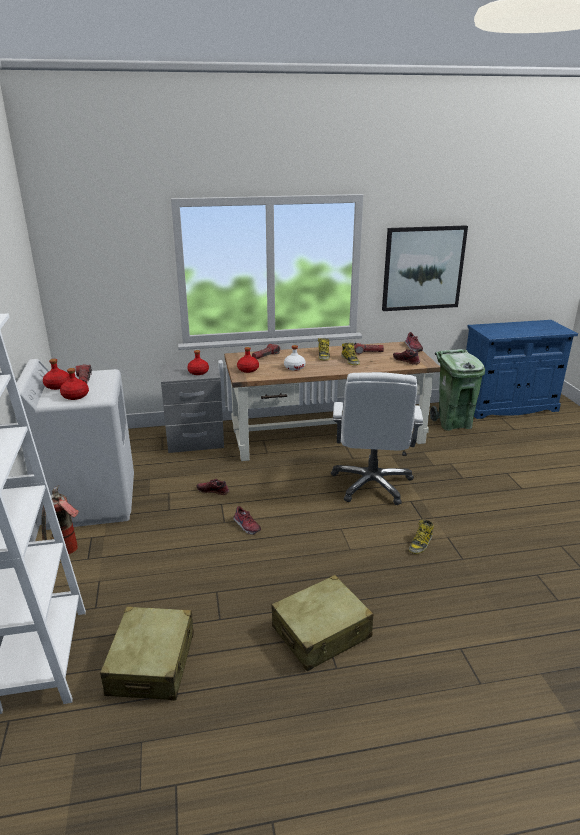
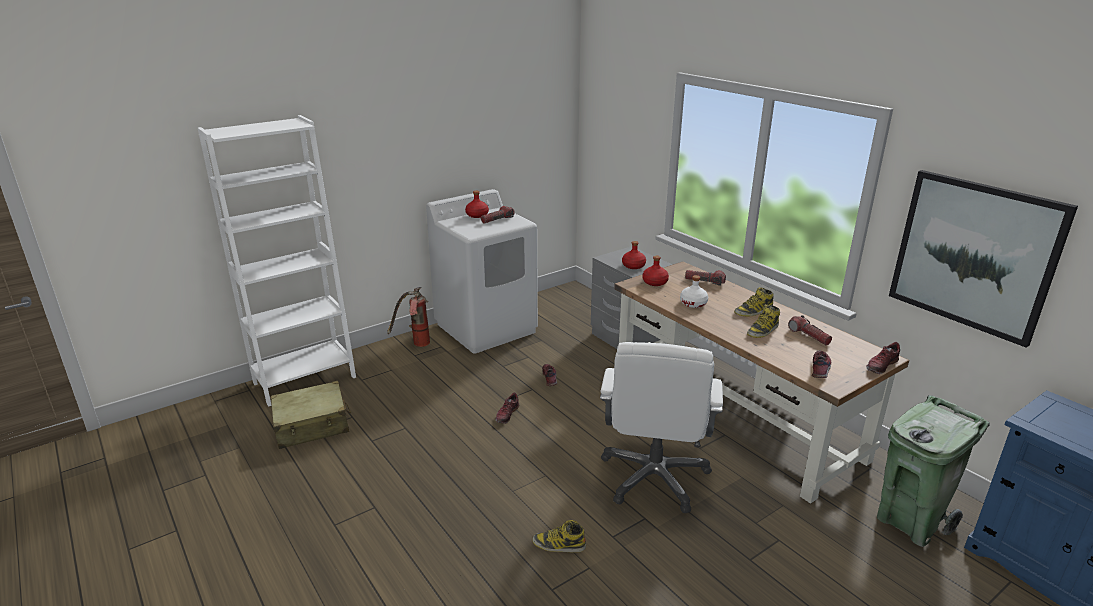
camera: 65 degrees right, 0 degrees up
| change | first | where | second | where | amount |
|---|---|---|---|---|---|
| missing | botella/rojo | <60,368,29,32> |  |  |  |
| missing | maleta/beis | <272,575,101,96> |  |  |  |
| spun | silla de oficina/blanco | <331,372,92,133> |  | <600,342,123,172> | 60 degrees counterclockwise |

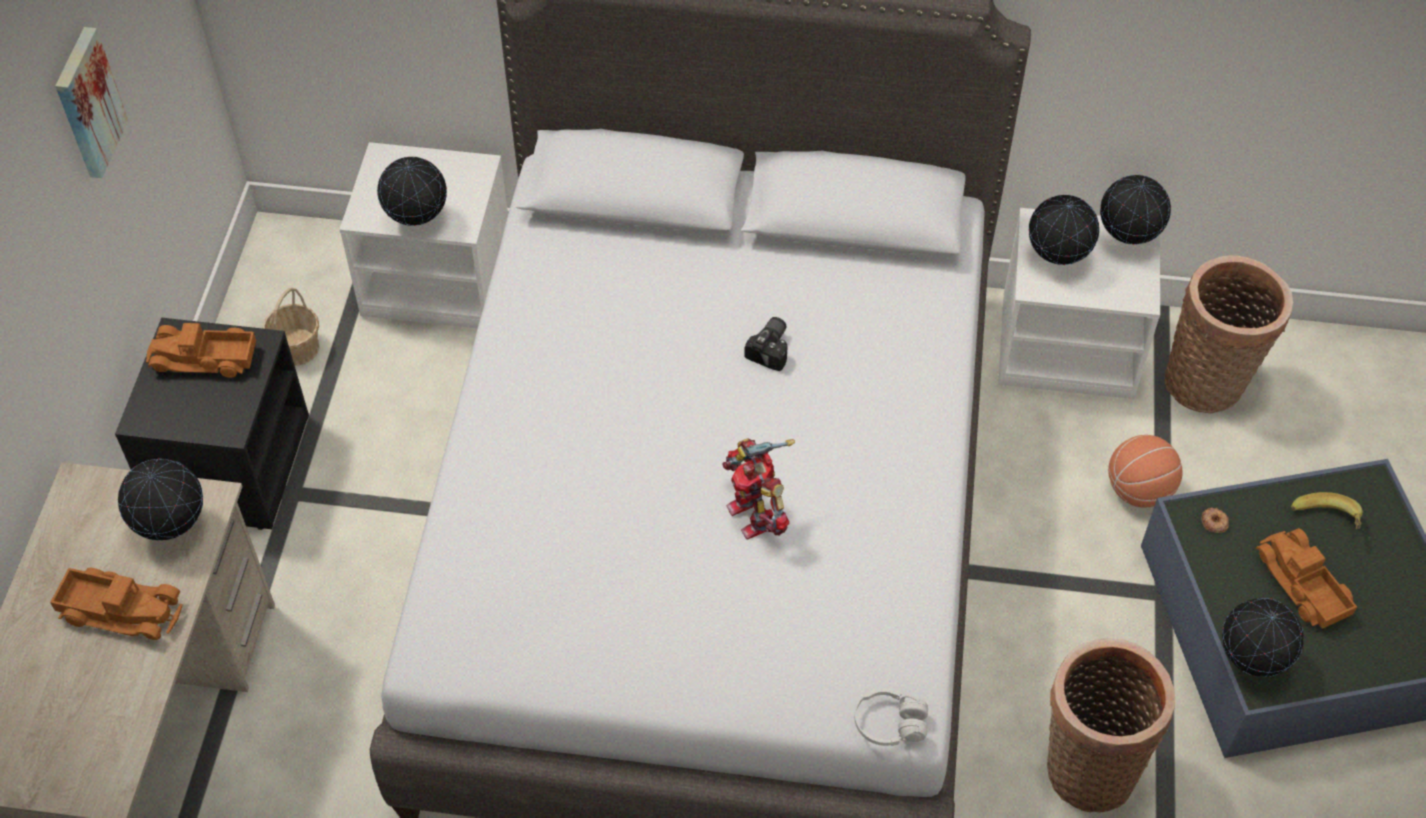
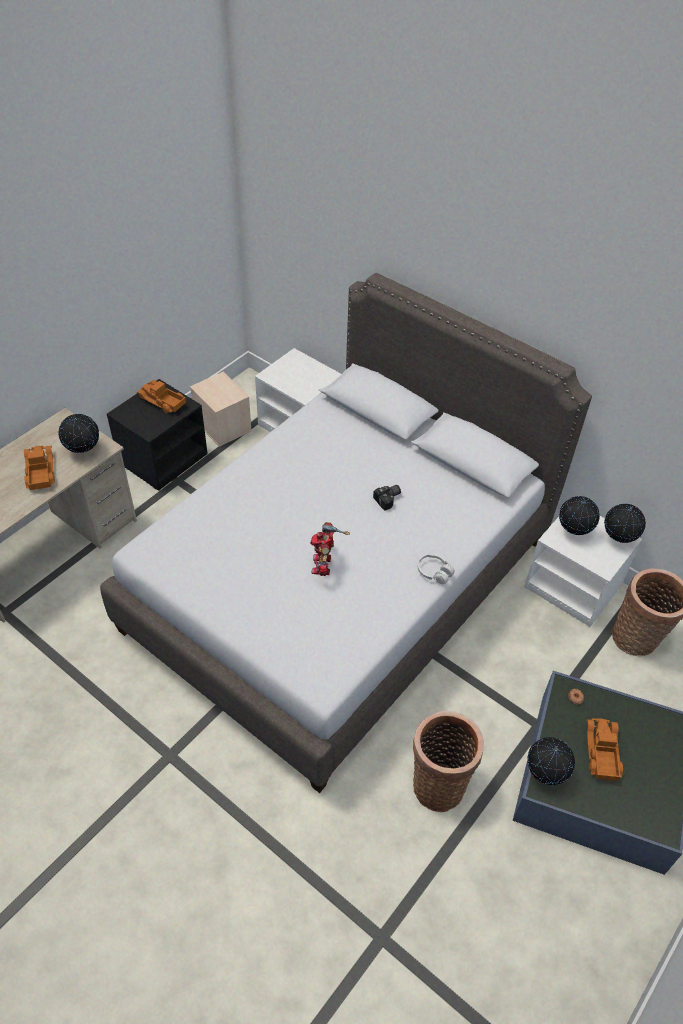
camera: 30 degrees right, 5 degrees down
| change | first | where | second | where | amount |
|---|---|---|---|---|---|
| missing | cuadro | <55,27,73,151> |  |  |  |
| missing | globo terráqueo | <377,157,70,69> |  |  |  |
| missing | balón de baloncesto | <1108,435,75,73> |  |  |  |
| missing | plátano | <1291,492,72,37> |  |  |  |
| relocated | auriculares/blanco | <854,688,74,58> |  | <418,554,37,30> |  |
| exchanged | cesta | <262,288,58,78> | caja de almacenaje/beis | <190,372,62,75> |  |
| spun | camión de juguete | <50,568,133,72> |  | <24,445,31,45> | 150 degrees counterclockwise |

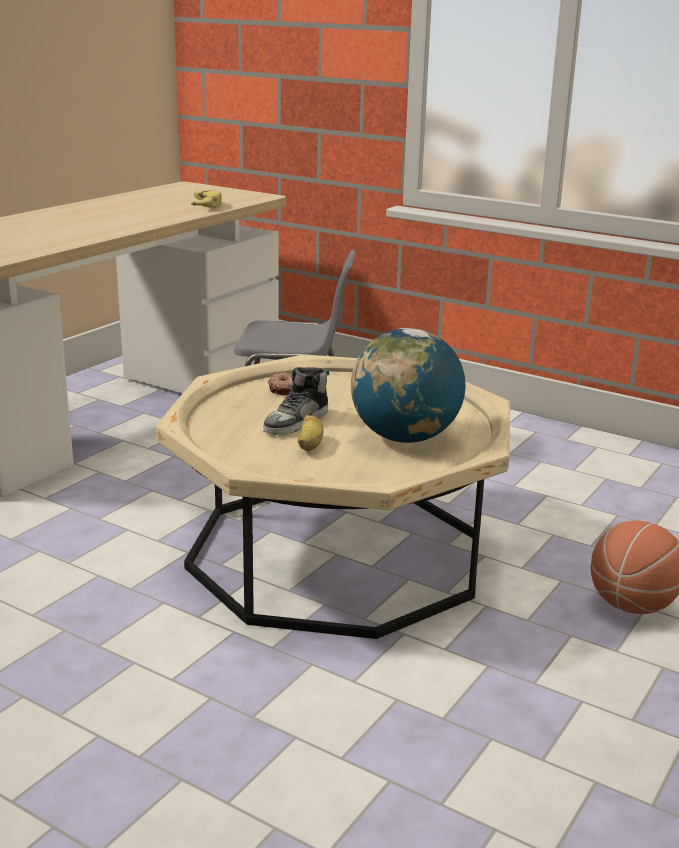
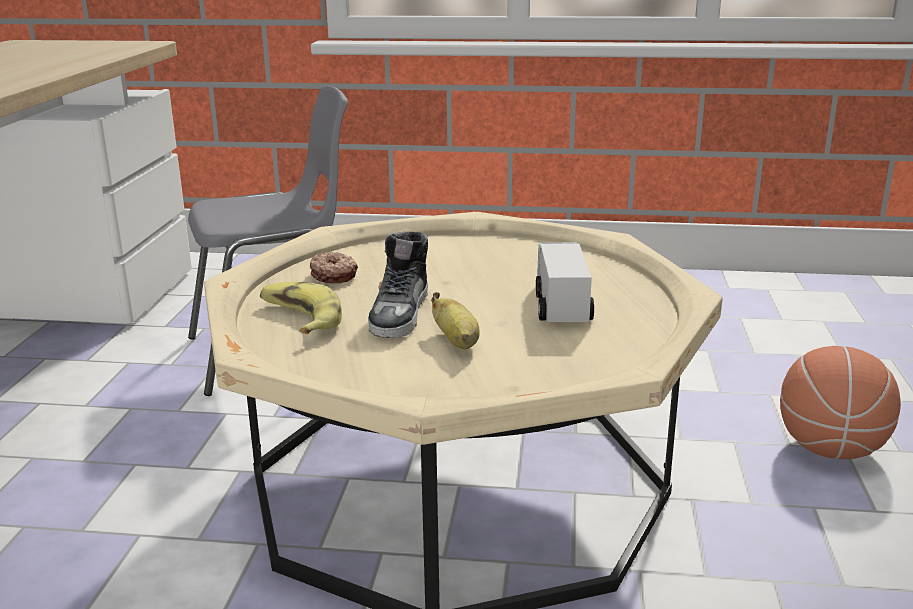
camera: 25 degrees left, 0 degrees up
| change | first | where | second | where | amount |
|---|---|---|---|---|---|
| relocated | plátano | <191,190,30,18> |  | <260,282,82,52> |  |
| exchanged | globo terráqueo | <351,328,114,115> | camión de juguete | <536,243,58,79> |  |

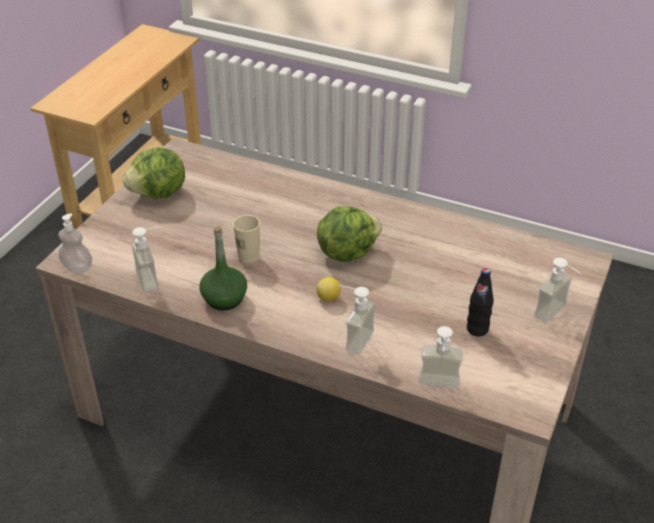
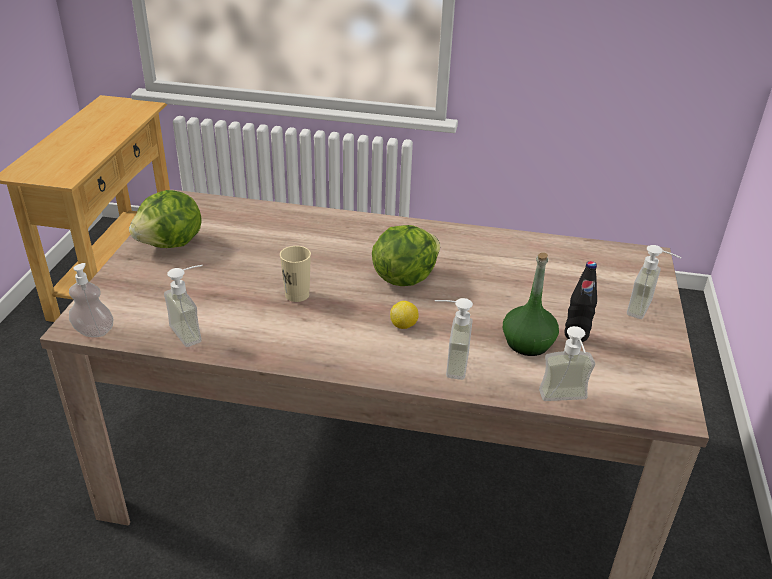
camera: 15 degrees left, 5 degrees down
| change | first | where | second | where | amount |
|---|---|---|---|---|---|
| relocated | botella/verde | <199,226,48,84> |  | <503,253,56,103> |  |

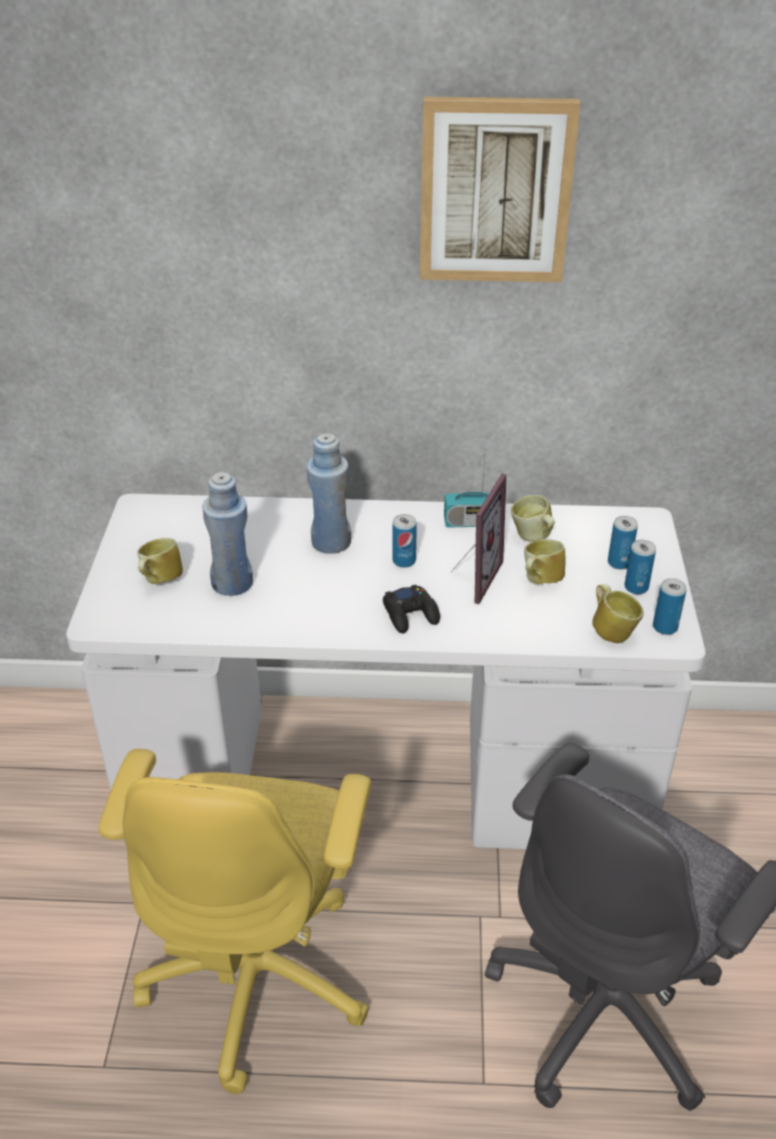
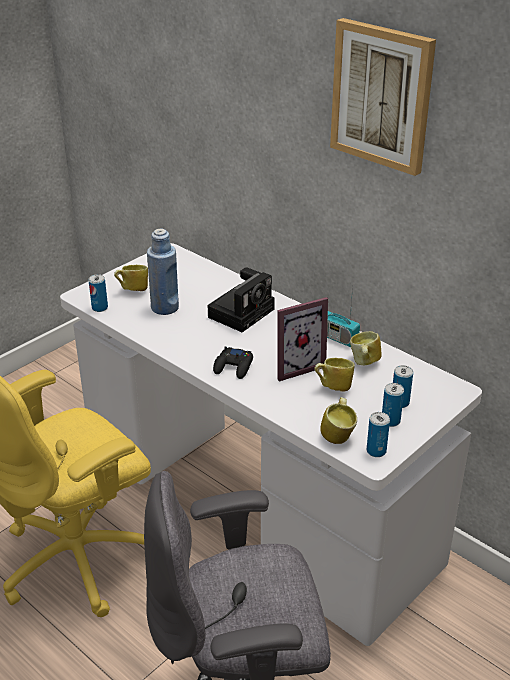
camera: 40 degrees right, 5 degrees down
| change | first | where | second | where | amount |
|---|---|---|---|---|---|
| relocated | lata | <393,514,24,54> |  | <88,274,20,38> |  |
| exchanged | botella/azul | <307,433,44,121> | cámara | <208,268,67,64> |  |

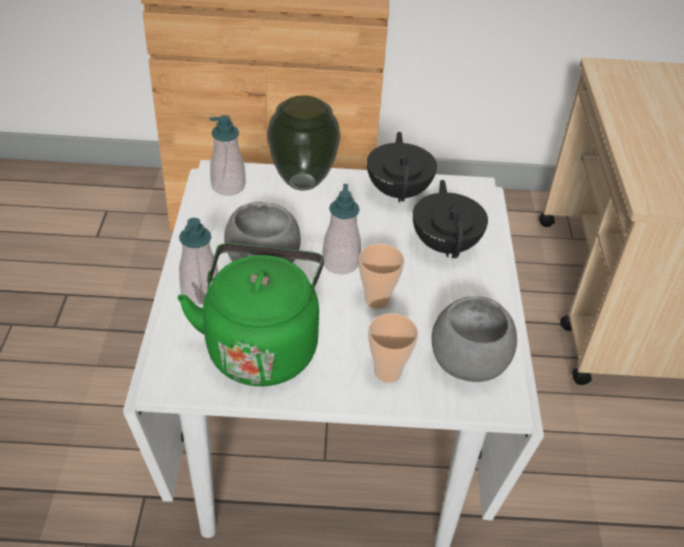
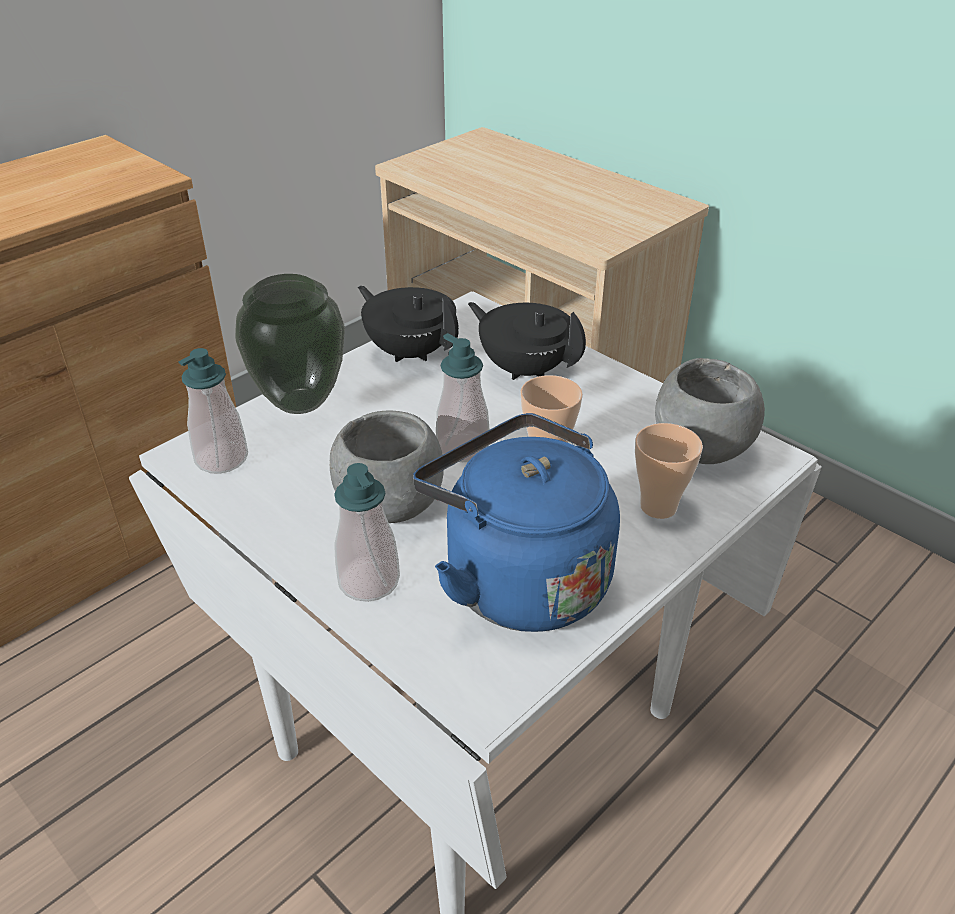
camera: 45 degrees left, 5 degrees down
| change | first | where | second | where | amount |
|---|---|---|---|---|---|
| colour | hervidor/verde | <178,243,146,143> | hervidor/azul | <413,413,207,219> |  |

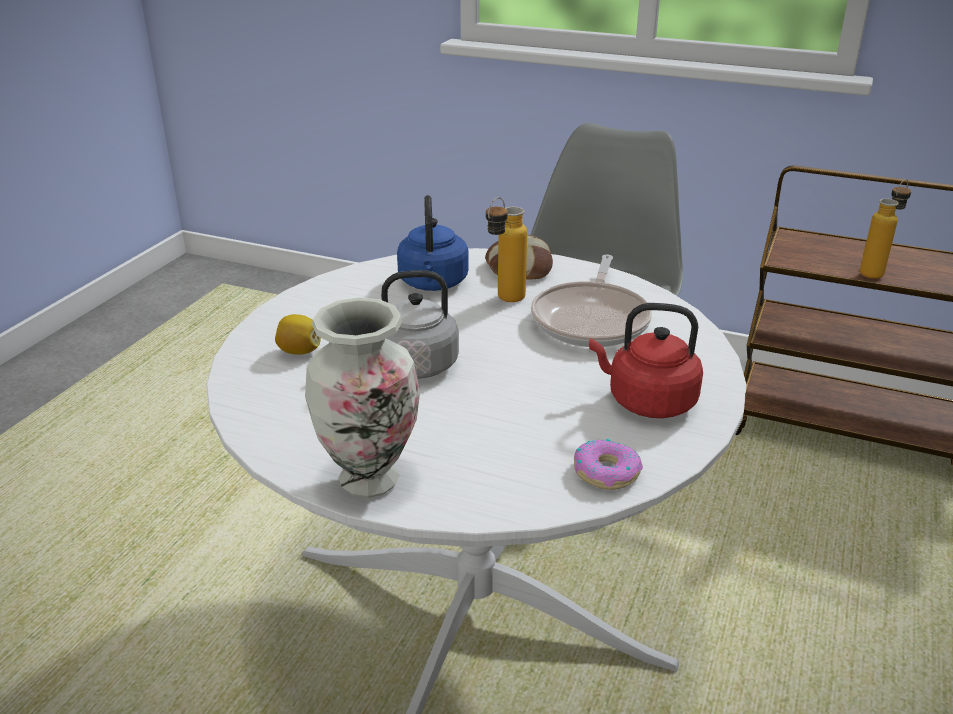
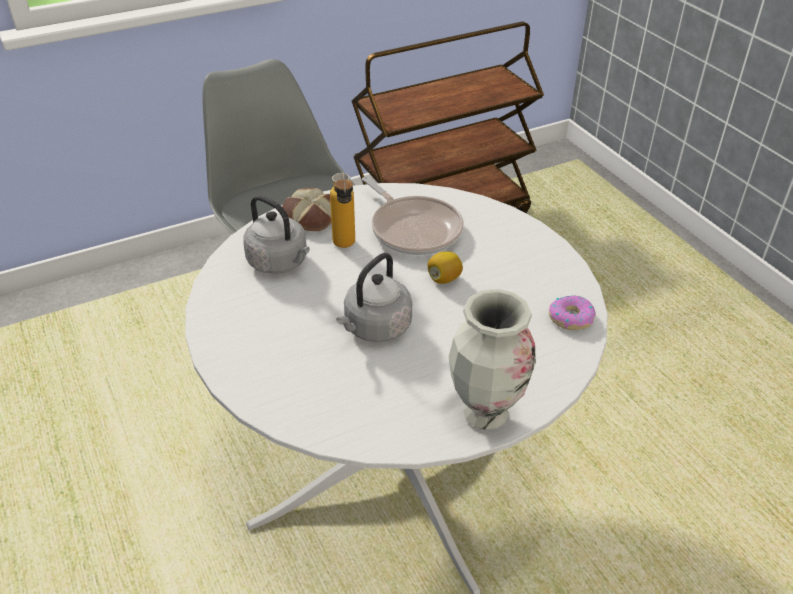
camera: 50 degrees left, 10 degrees up
| change | first | where | second | where | amount |
|---|---|---|---|---|---|
| missing | hervidor/rojo | <589,303,114,115> |  |  |  |
| missing | botella | <860,179,51,100> |  |  |  |
| relocated | limón | <275,314,46,41> |  | <428,251,35,33> |  |
| colour | hervidor/azul | <397,195,72,96> | hervidor/gris | <243,195,67,79> |  |

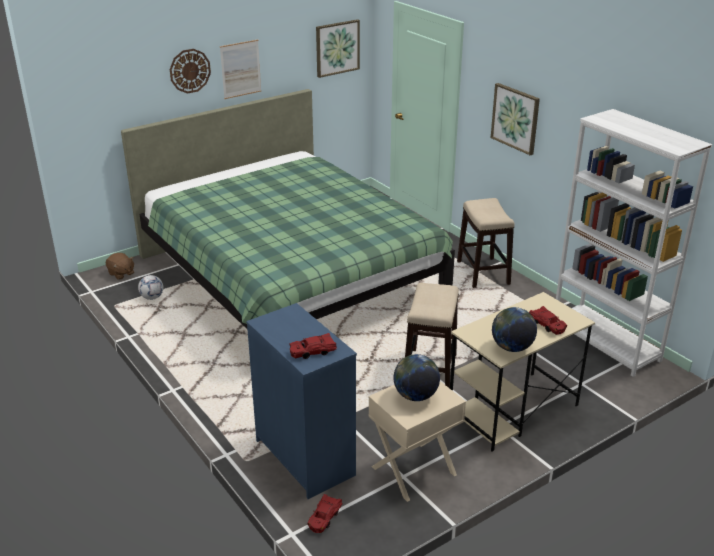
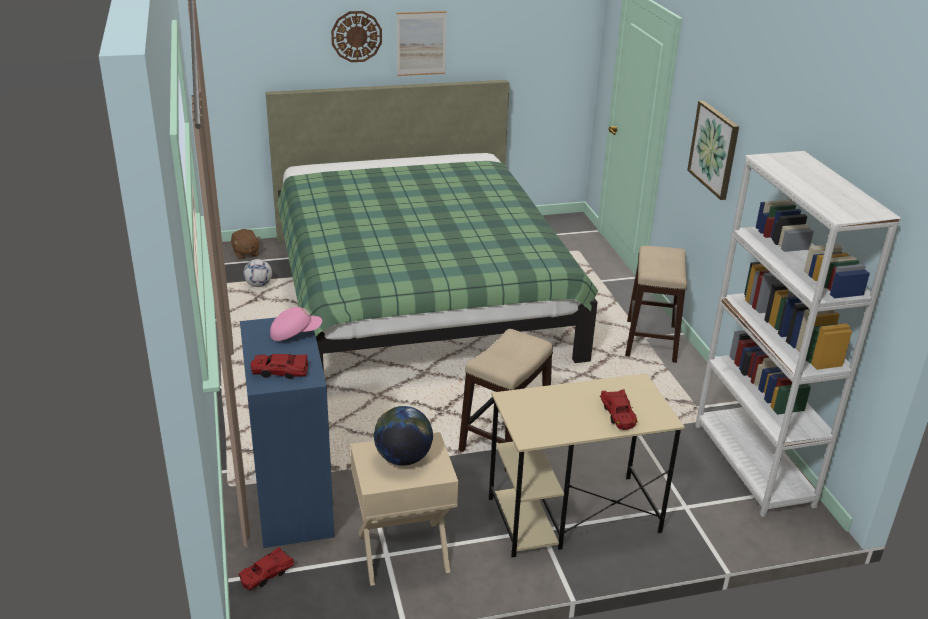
camera: 20 degrees right, 0 degrees up
| change | first | where | second | where | amount |
|---|---|---|---|---|---|
| missing | cuadro | <316,19,44,59> |  |  |  |
| missing | globo terráqueo | <492,307,45,45> |  |  |  |
| appeared |  |  | gorra/rosa | <270,307,52,34> |  |

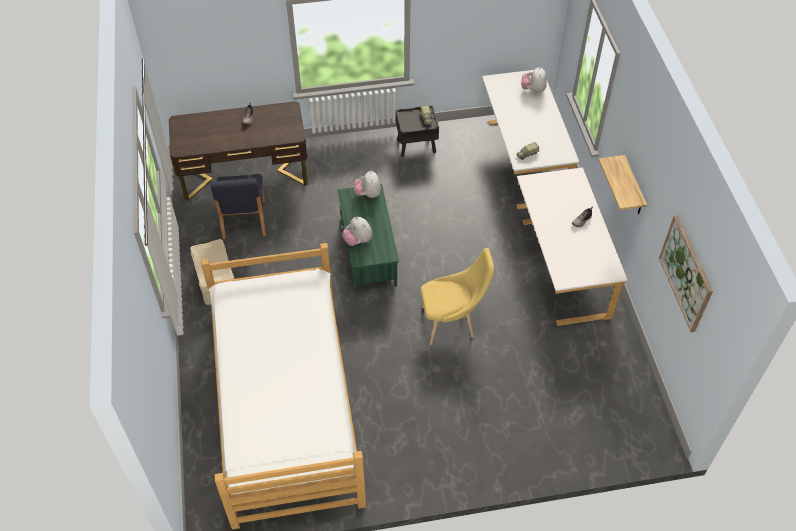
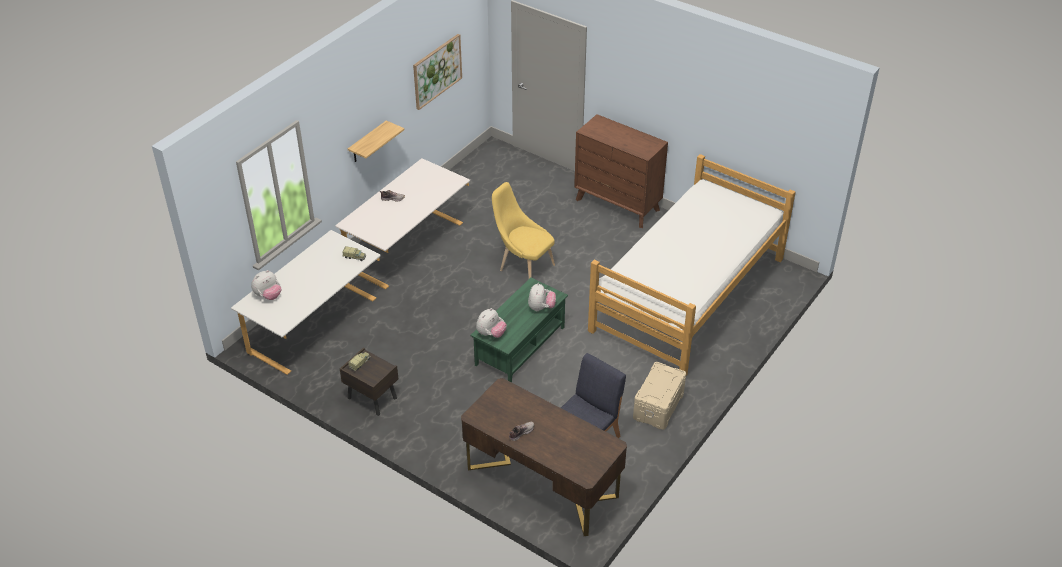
camera: 135 degrees left, 10 degrees down
| change | first | where | second | where | amount |
|---|---|---|---|---|---|
| appeared |  |  | cómoda/marrón | <574,114,94,114> |  |

